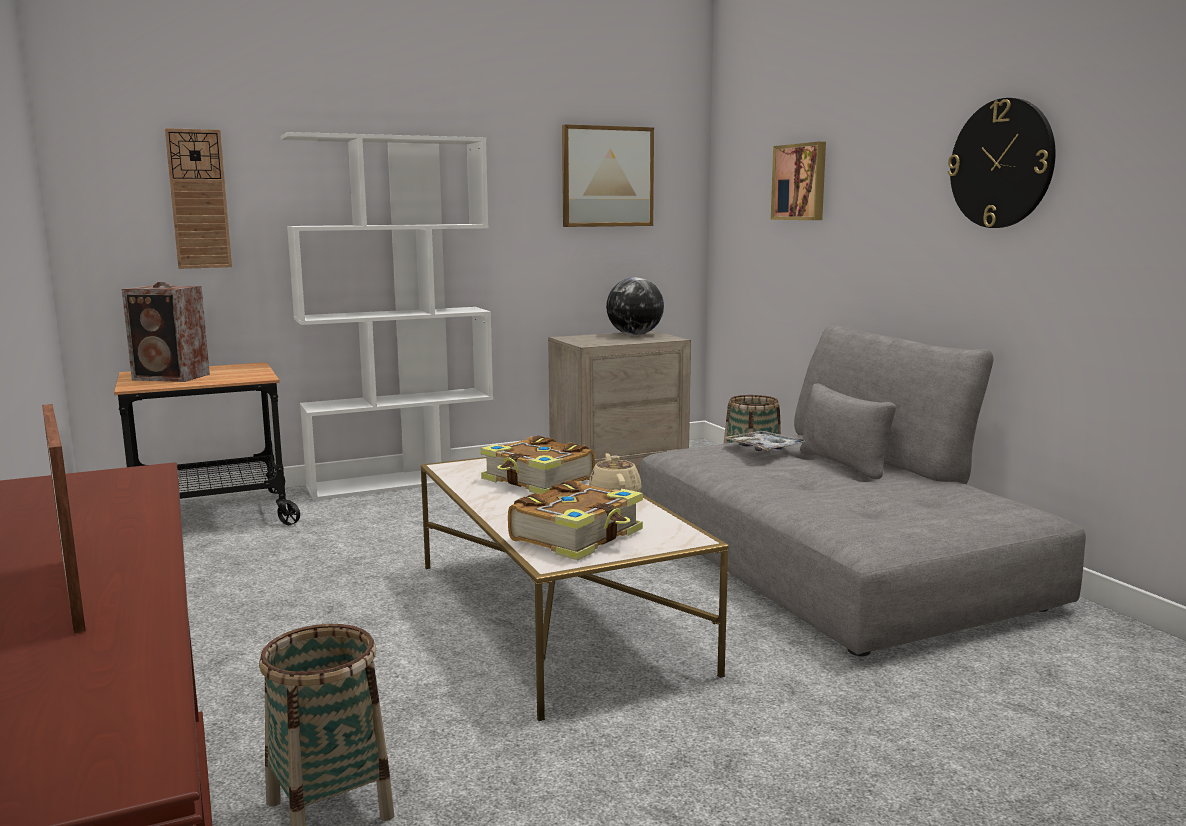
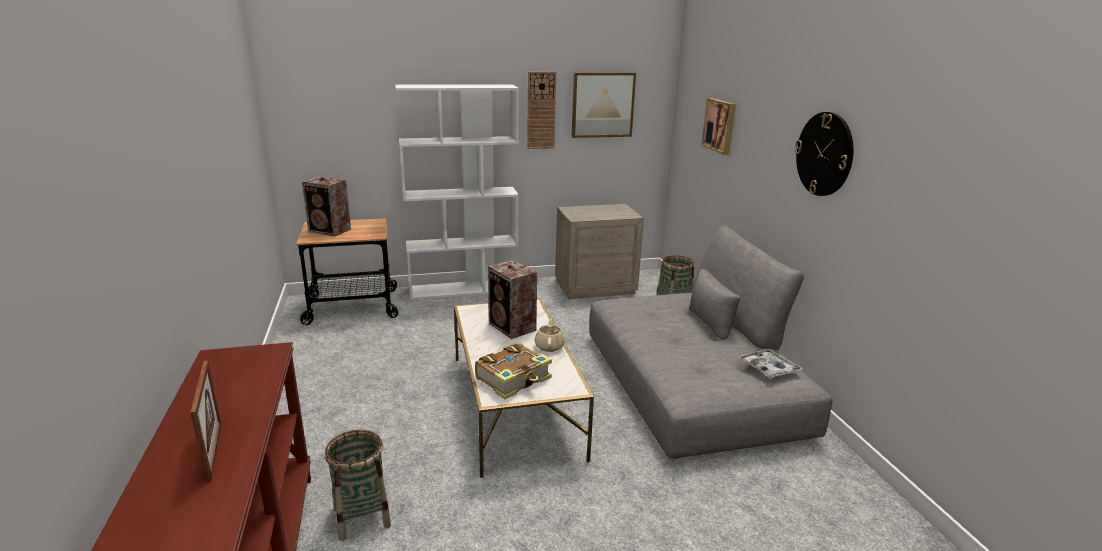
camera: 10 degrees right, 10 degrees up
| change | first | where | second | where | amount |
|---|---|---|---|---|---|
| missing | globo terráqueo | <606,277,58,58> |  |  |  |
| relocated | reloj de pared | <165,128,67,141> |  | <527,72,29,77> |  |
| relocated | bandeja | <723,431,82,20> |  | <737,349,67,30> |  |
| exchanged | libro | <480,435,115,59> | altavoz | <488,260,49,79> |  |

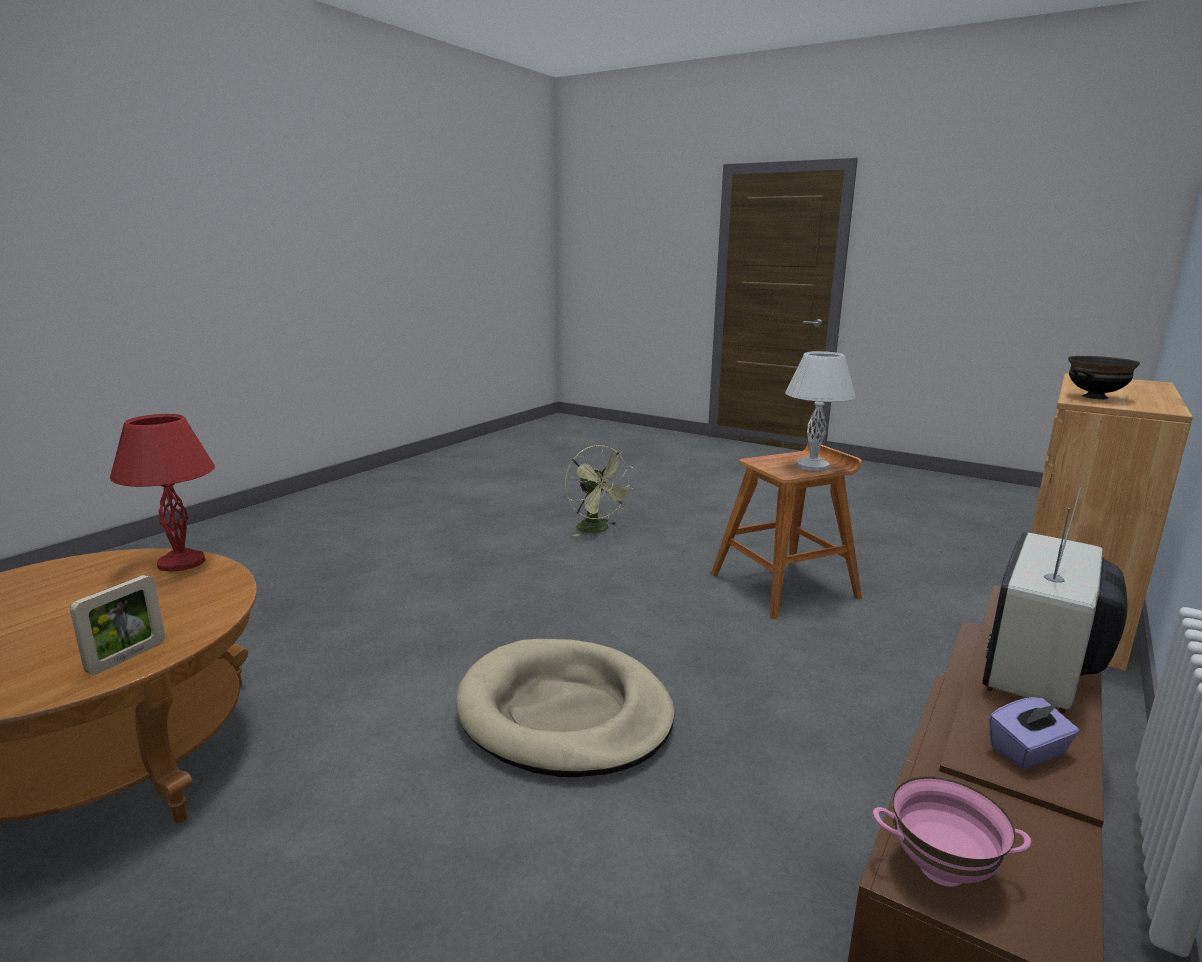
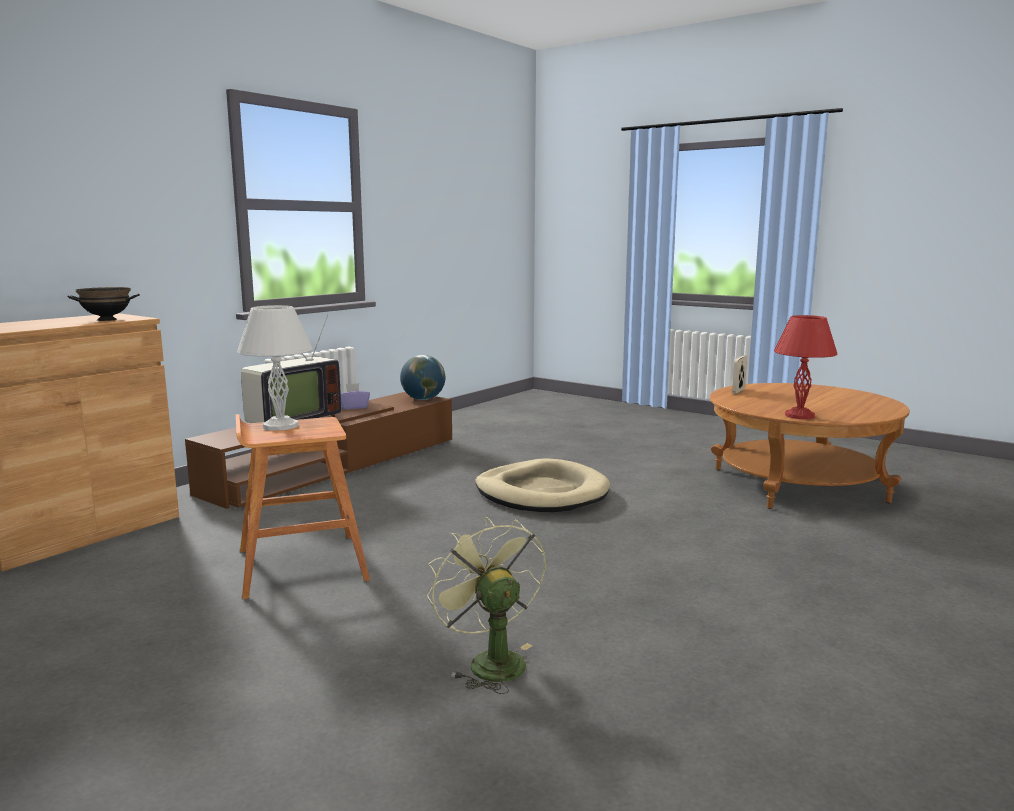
camera: 175 degrees left, 5 degrees down
| change | first | where | second | where | amount |
|---|---|---|---|---|---|
| exchanged | cuenco/rosa | <873,776,158,111> | globo terráqueo | <400,355,45,45> |  |

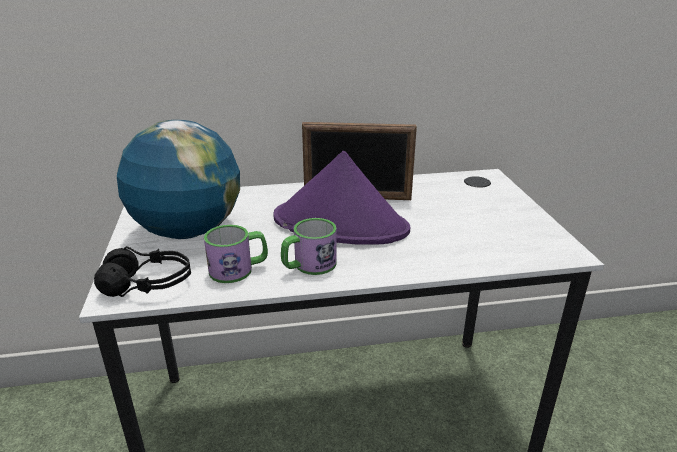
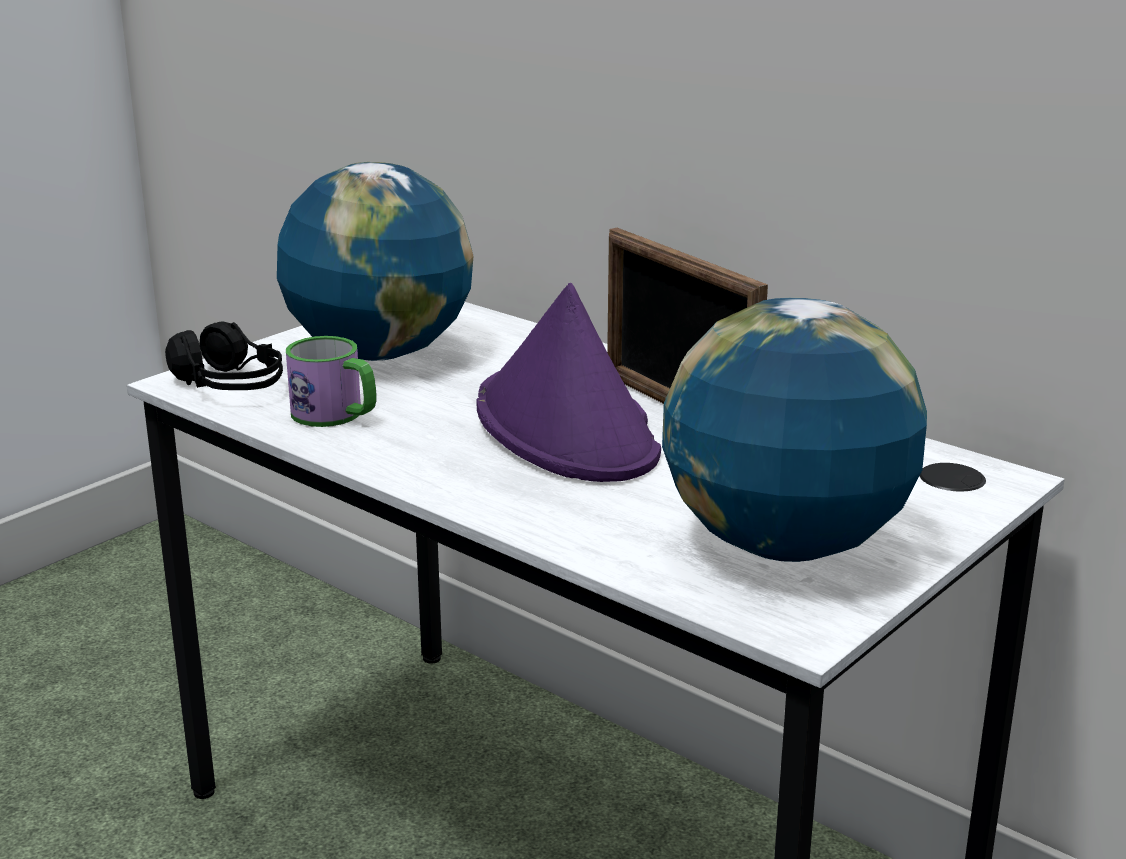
camera: 50 degrees right, 5 degrees down
| change | first | where | second | where | amount |
|---|---|---|---|---|---|
| missing | taza grande | <281,218,56,57> |  |  |  |
| appeared |  |  | globo terráqueo | <662,298,265,264> |  |

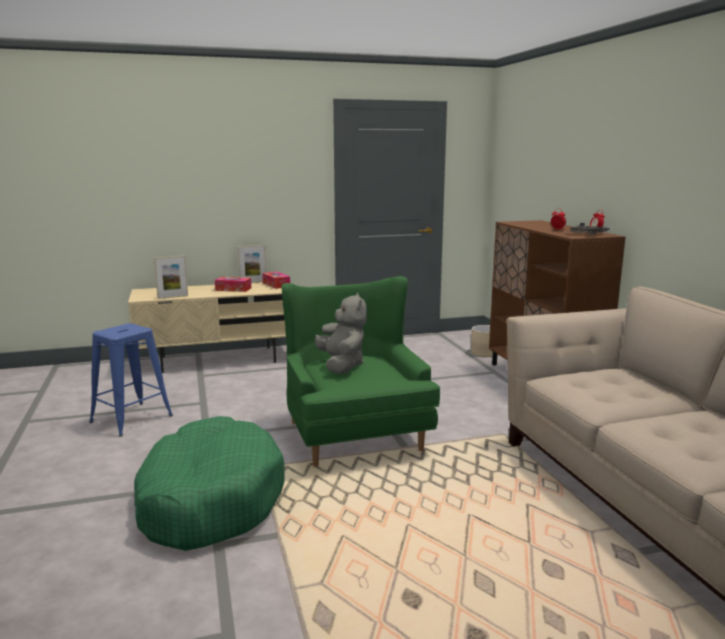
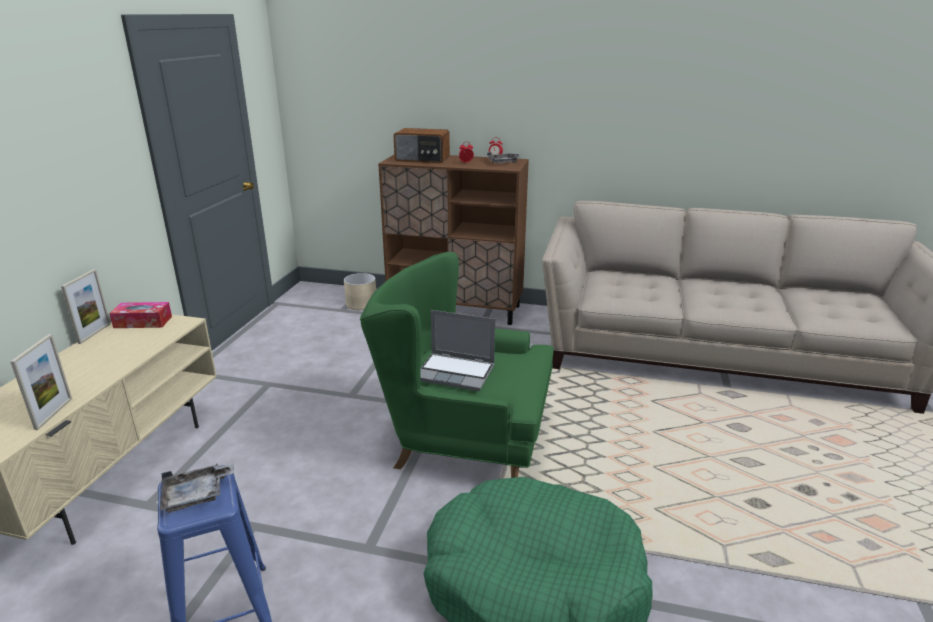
camera: 60 degrees left, 10 degrees up
| change | first | where | second | where | amount |
|---|---|---|---|---|---|
| missing | caja de pañuelos | <215,277,36,15> |  |  |  |
| appeared |  |  | bandeja/gris | <160,463,74,50> |  |
| appeared |  |  | radio | <394,128,56,35> |  |
| exchanged | peluche/gris | <315,293,52,81> | portátil | <420,310,75,81> |  |

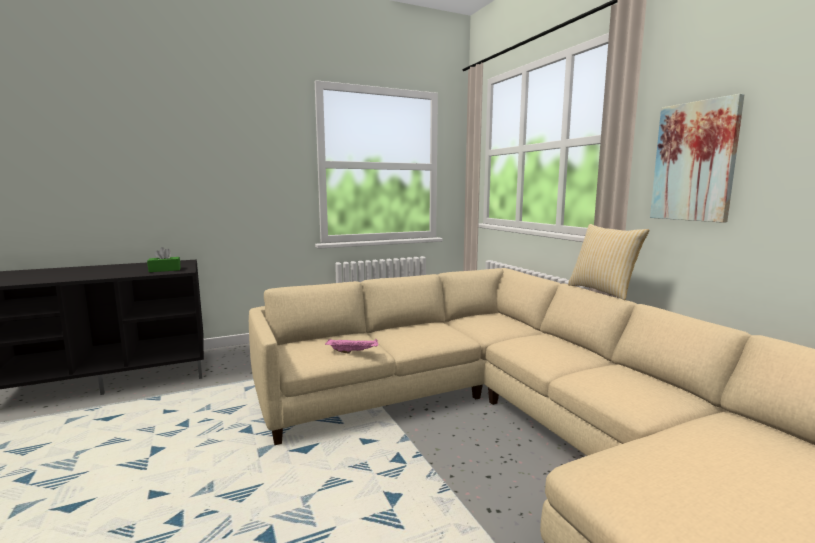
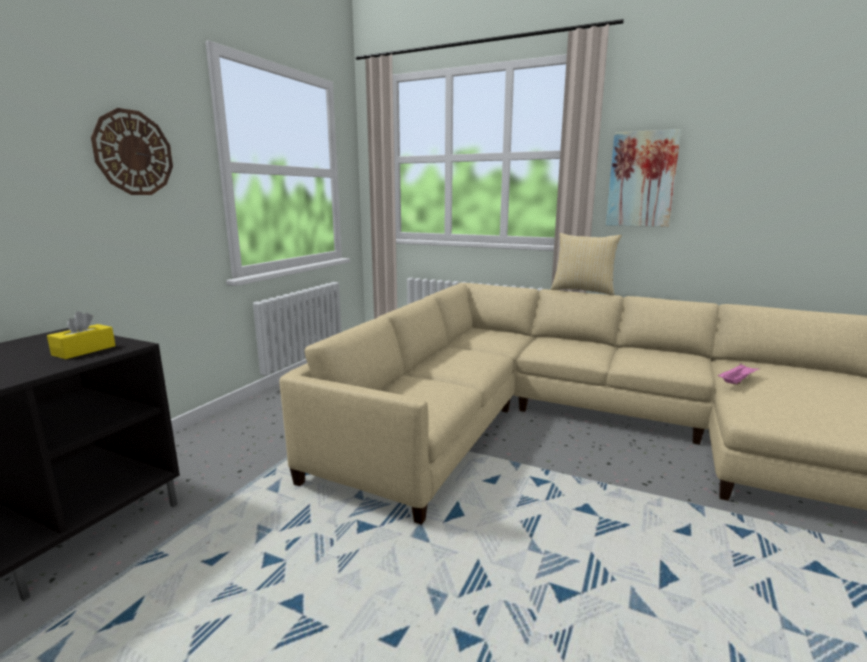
camera: 40 degrees left, 5 degrees up
| change | first | where | second | where | amount |
|---|---|---|---|---|---|
| appeared |  |  | reloj de pared | <91,108,82,87> |  |
| relocated | bandeja/rosa | <325,339,53,14> |  | <717,363,43,22> |  |
| colour | caja de pañuelos/verde | <147,247,34,25> | caja de pañuelos/amarillo | <47,311,69,48> |  |

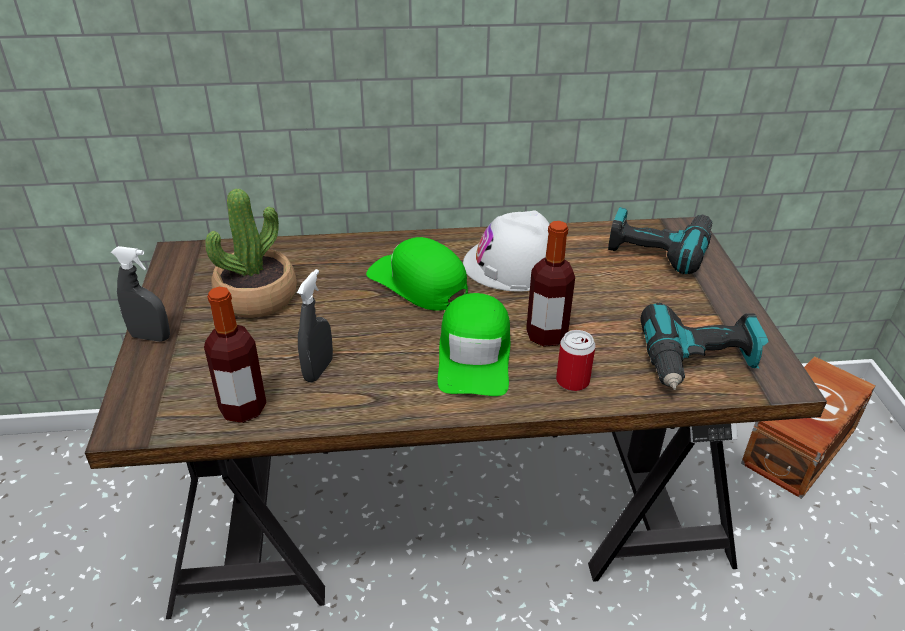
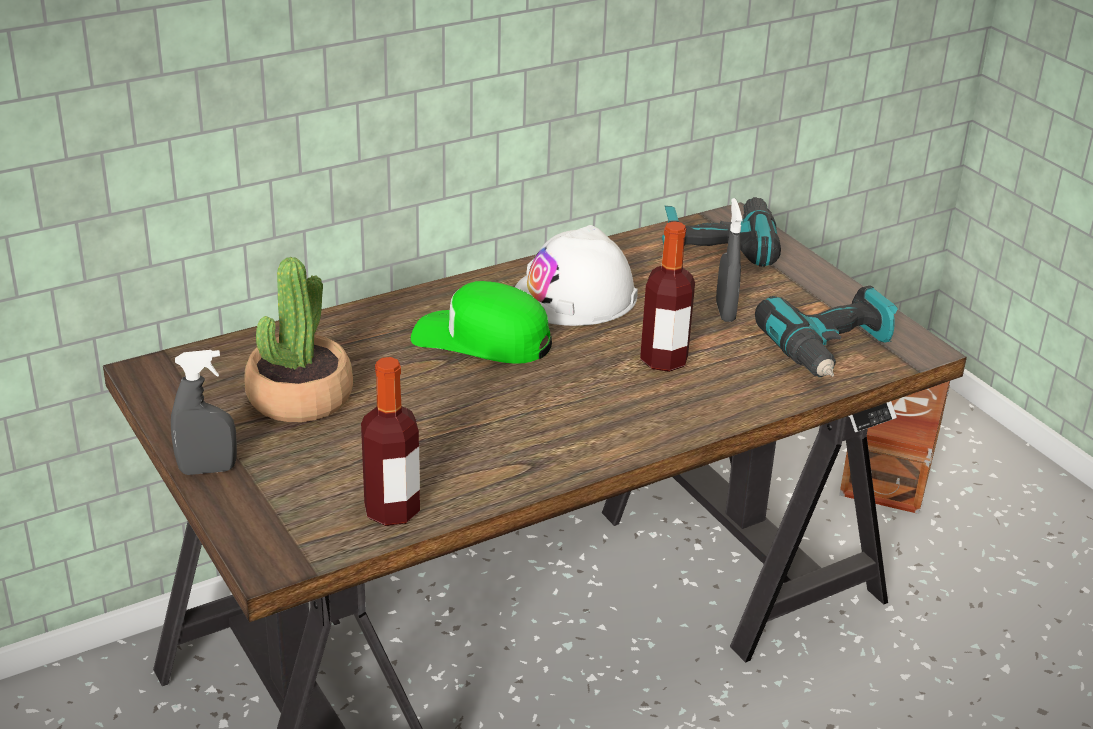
camera: 25 degrees left, 5 degrees down
| change | first | where | second | where | amount |
|---|---|---|---|---|---|
| missing | gorra/verde | <437,293,74,103> |  |  |  |
| missing | lata | <556,330,40,61> |  |  |  |
| relocated | pulverizador/gris | <297,269,36,113> |  | <716,198,26,124> |  |

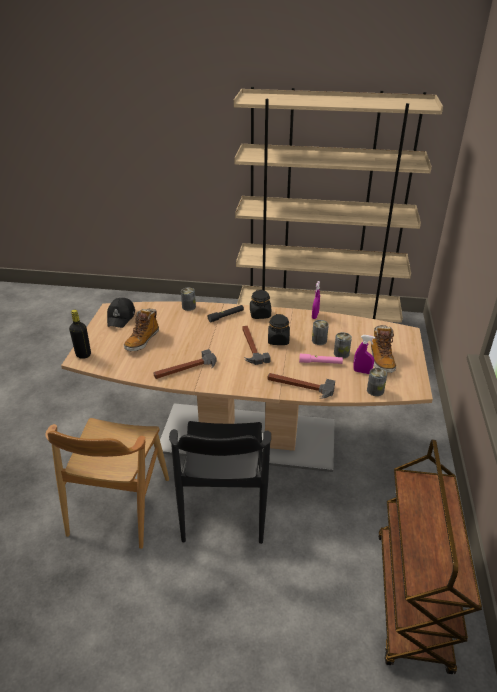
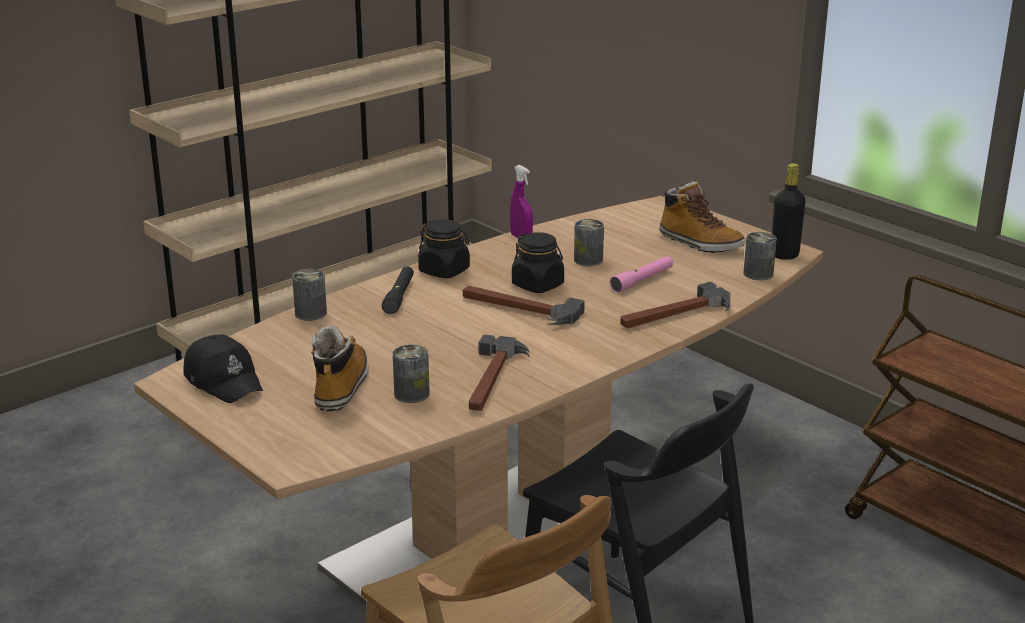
camera: 50 degrees left, 10 degrees down
| change | first | where | second | where | amount |
|---|---|---|---|---|---|
| missing | pulverizador/morado | <353,335,22,39> |  |  |  |
| relocated | botella/negro | <69,310,22,49> |  | <772,163,34,97> |  |
| relocated | lata | <334,332,18,27> |  | <393,344,37,59> |  |
| spun | bota | <124,309,35,43> |  | <311,326,58,85> | 150 degrees counterclockwise |

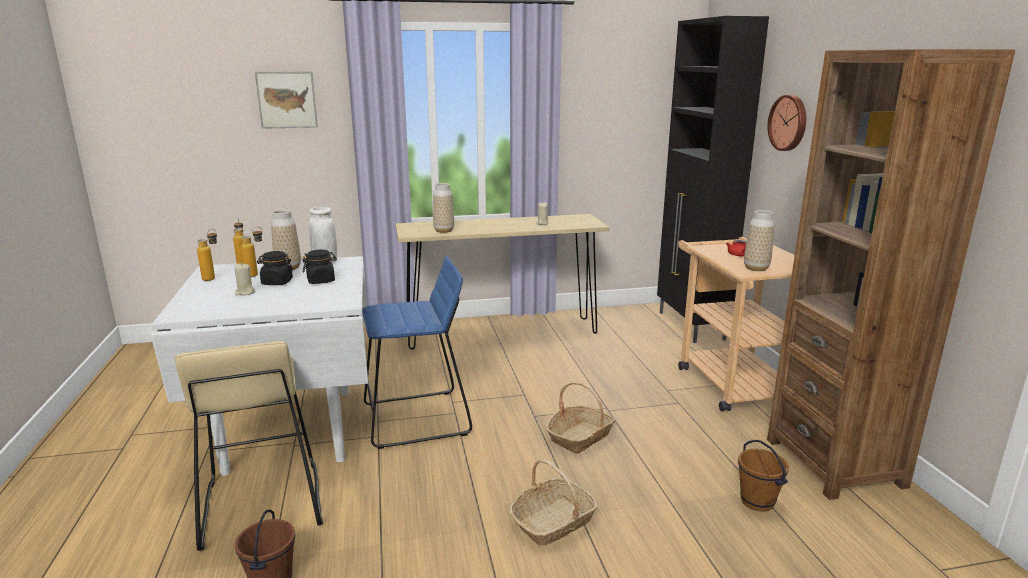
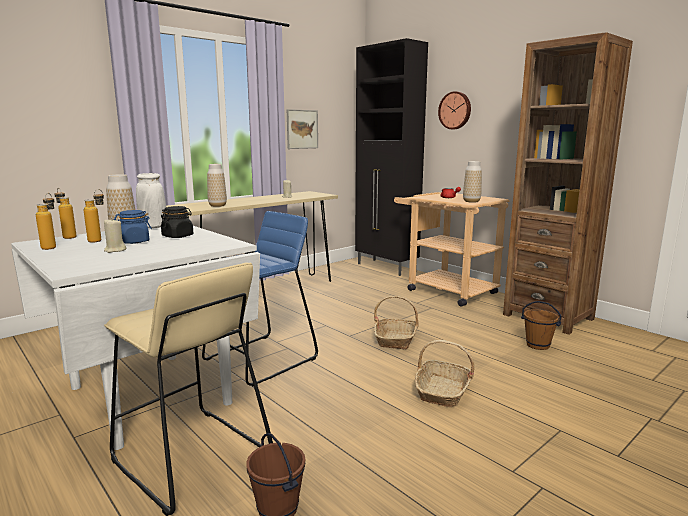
camera: 30 degrees left, 5 degrees down
| change | first | where | second | where | amount |
|---|---|---|---|---|---|
| relocated | cuadro | <255,71,63,58> |  | <287,109,31,40> |  |
| colour | tarro/negro | <257,251,36,34> | tarro/azul | <114,210,38,34> |  |

